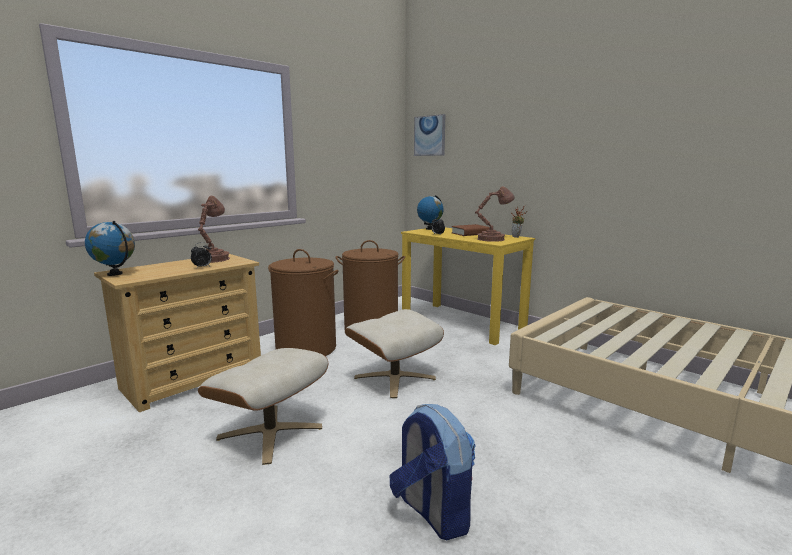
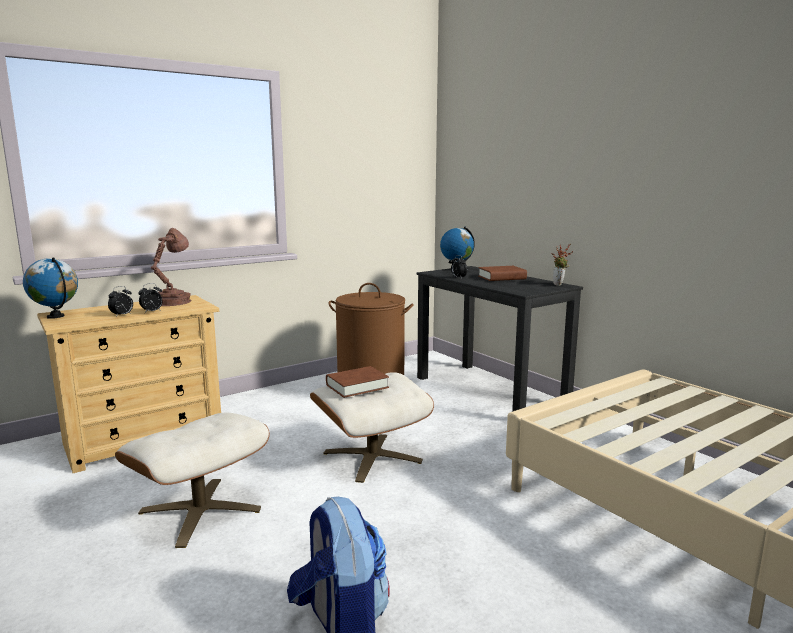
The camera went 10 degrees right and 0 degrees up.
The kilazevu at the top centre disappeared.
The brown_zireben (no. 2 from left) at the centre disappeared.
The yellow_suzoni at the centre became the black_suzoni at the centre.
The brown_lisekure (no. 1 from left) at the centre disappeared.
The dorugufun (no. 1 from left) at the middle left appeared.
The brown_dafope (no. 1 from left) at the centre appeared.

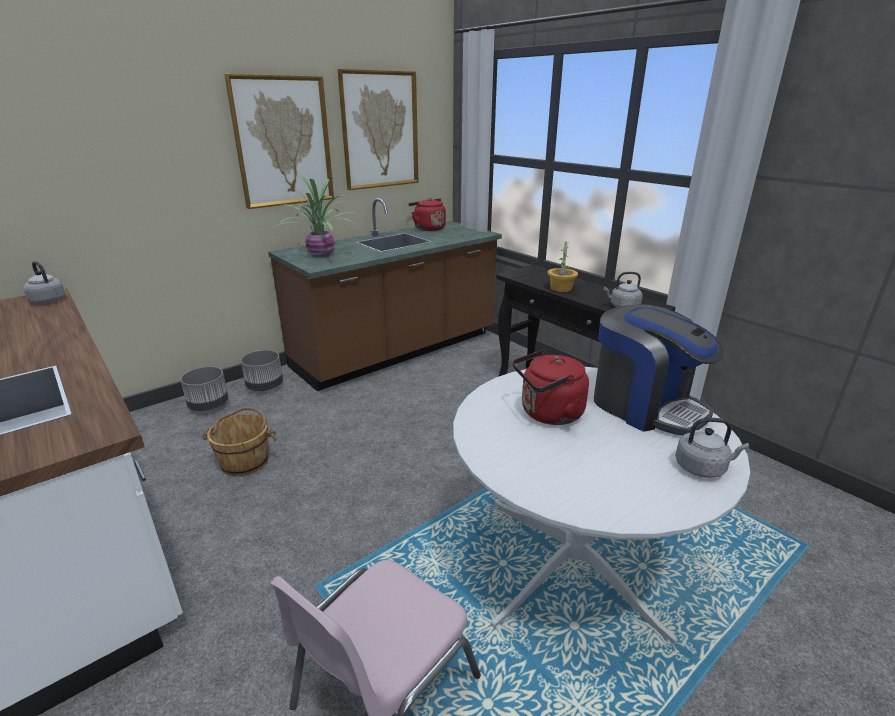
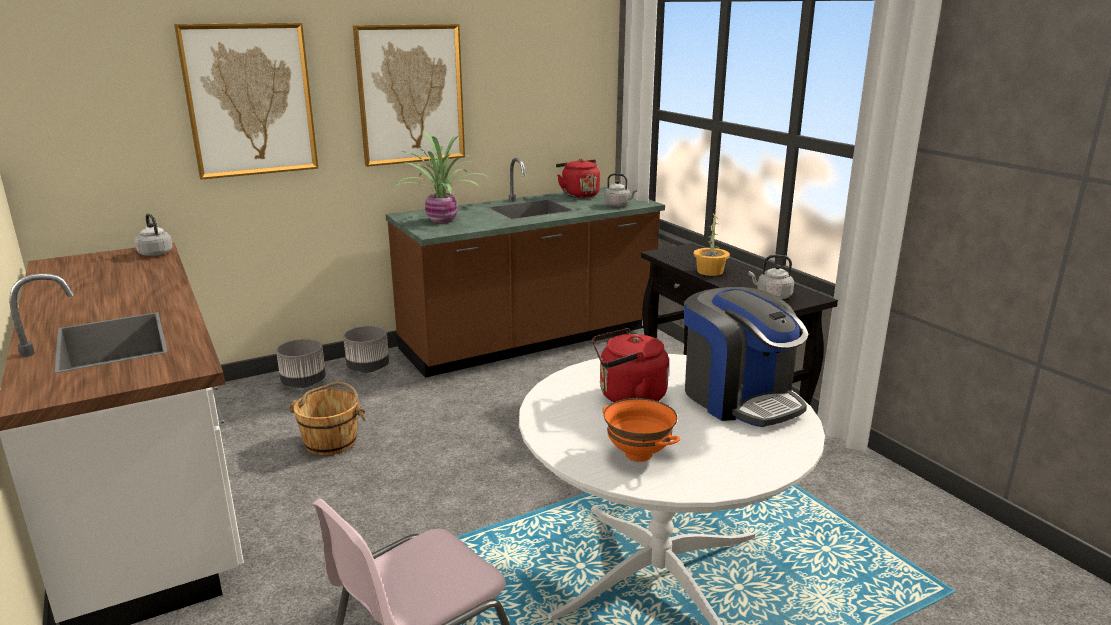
The camera went 10 degrees right and 5 degrees down.
The kilazevu (no. 2 from left in the first image) moved from the top centre to the top left.
The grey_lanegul (no. 3 from left in the first image) moved from the middle right to the top centre.
The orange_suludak at the bottom centre appeared.

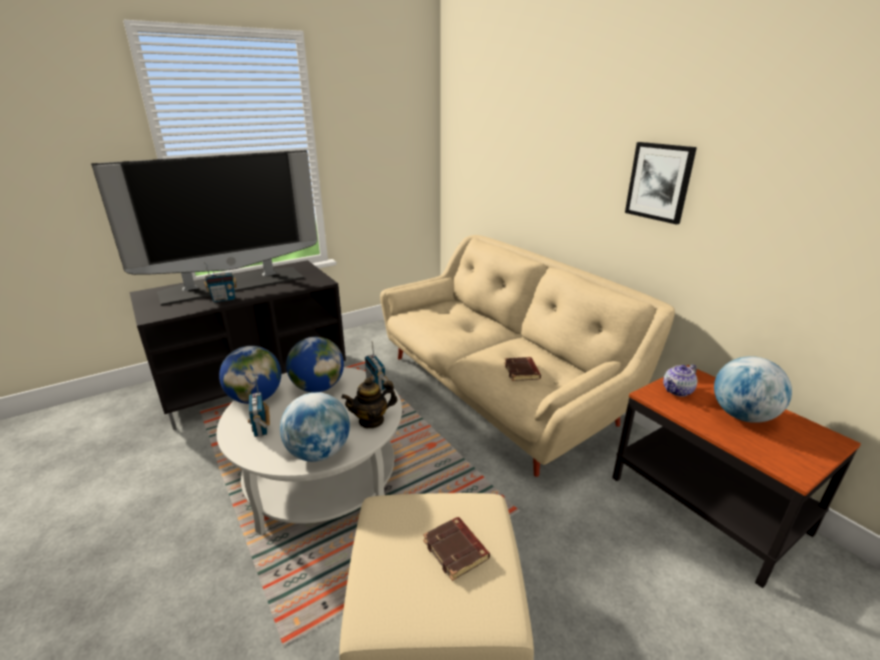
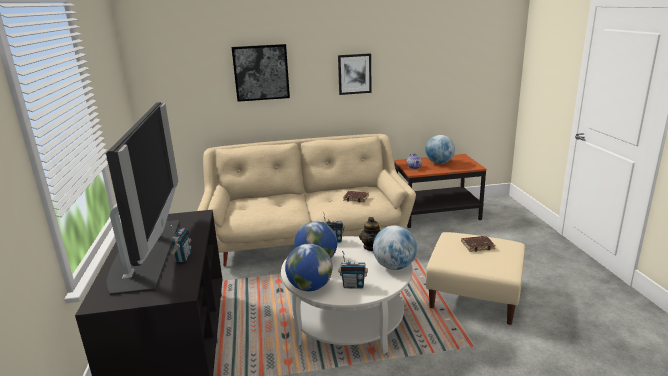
The camera went 65 degrees left and 5 degrees down.
The kilazevu (no. 1 from left) at the top centre appeared.

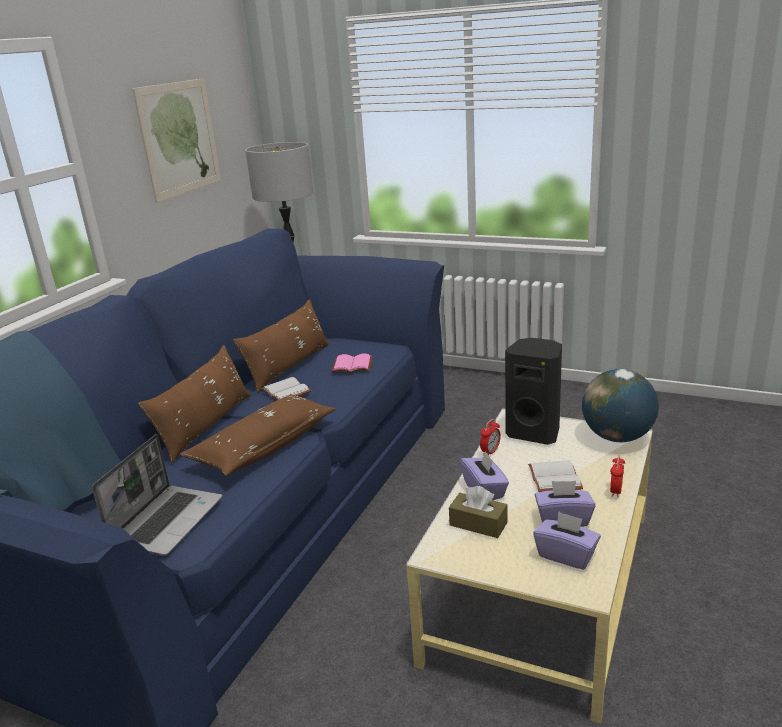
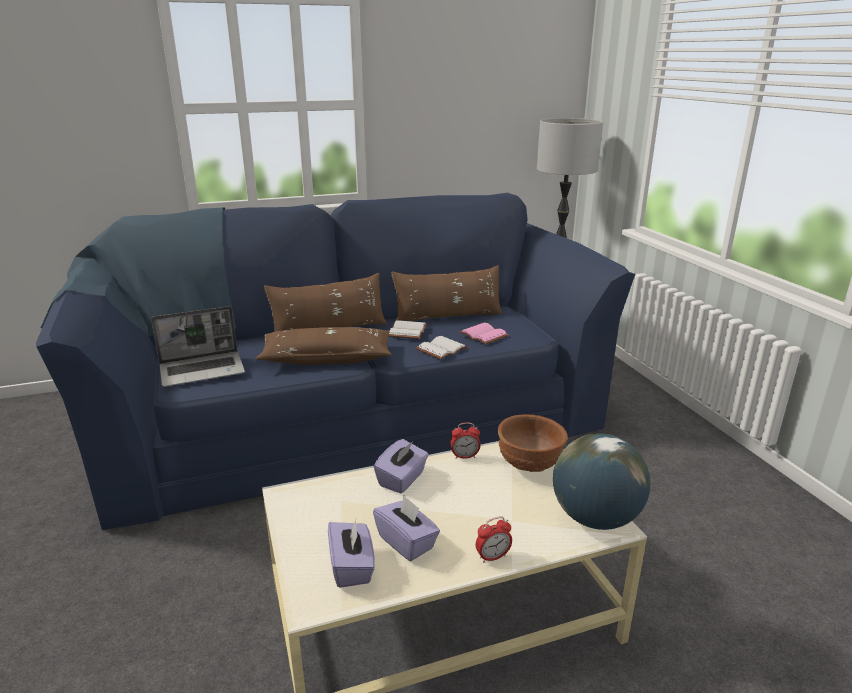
The camera went 45 degrees right and 0 degrees up.
The kilazevu at the top left disappeared.
The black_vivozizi at the middle right was replaced by the brown_suludak at the centre.
The white_dafope (no. 2 from left) moved from the middle right to the centre.
The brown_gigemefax at the bottom centre disappeared.

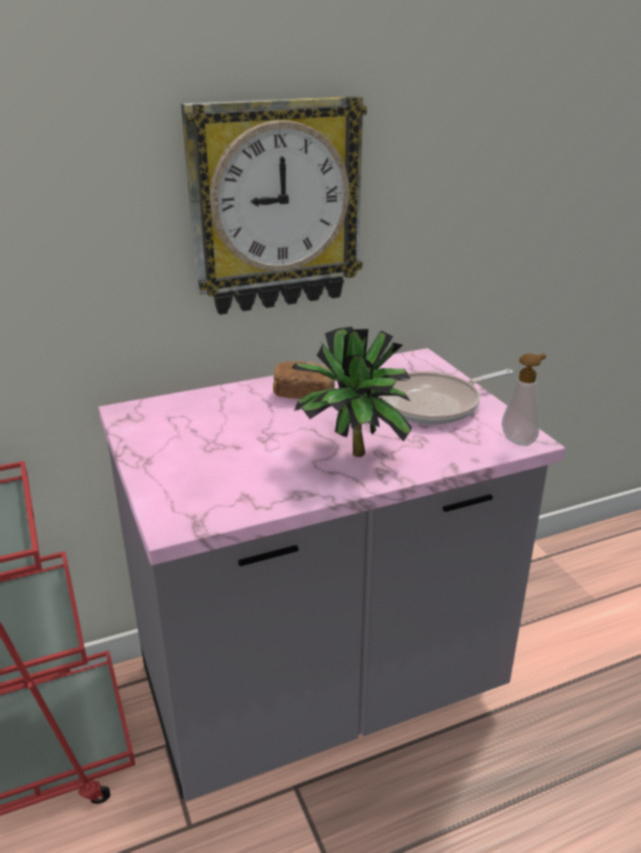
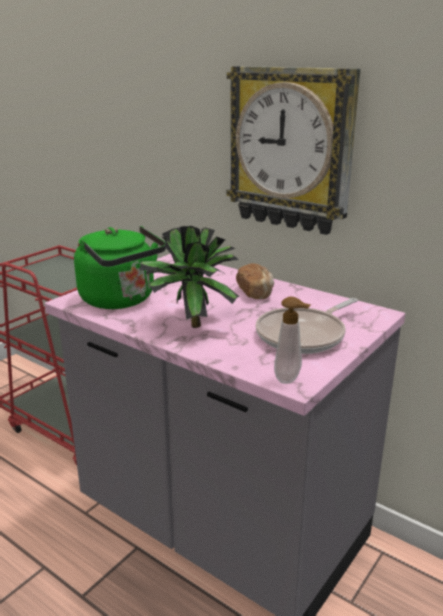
The camera went 60 degrees right and 5 degrees down.
The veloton at the middle right turned 75 degrees counterclockwise.
The green_lanegul at the middle left appeared.

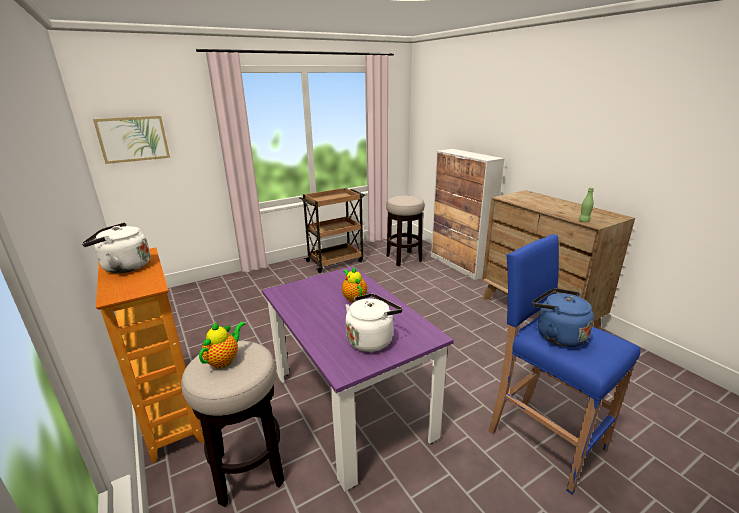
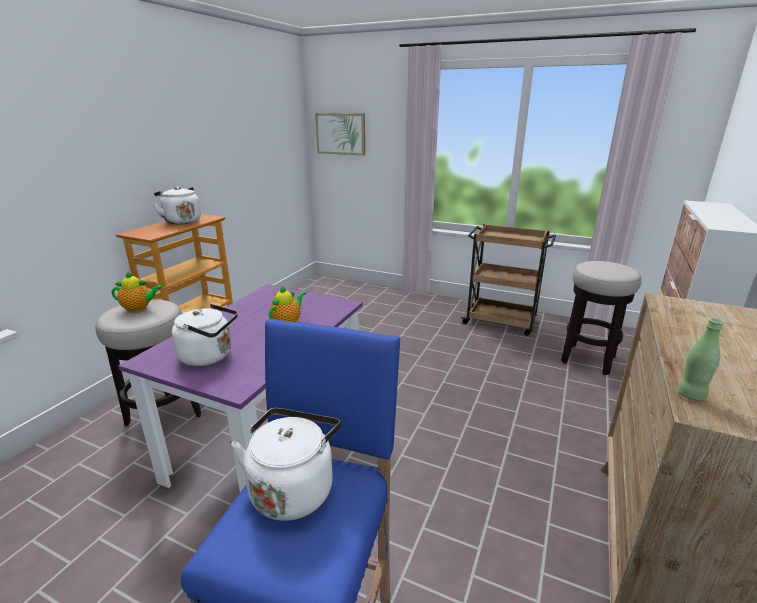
The camera went 55 degrees right and 0 degrees up.
The blue_lanegul at the middle right became the white_lanegul (no. 3 from left) at the bottom centre.

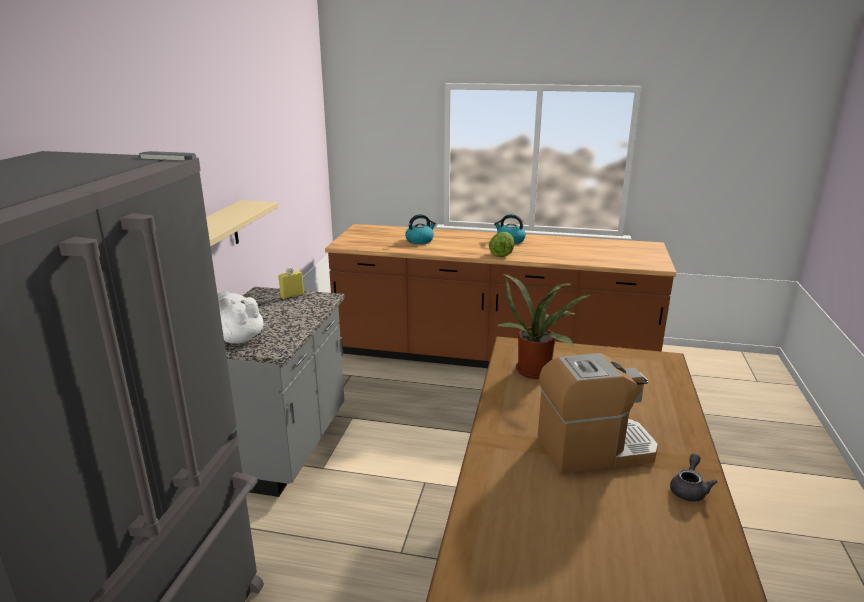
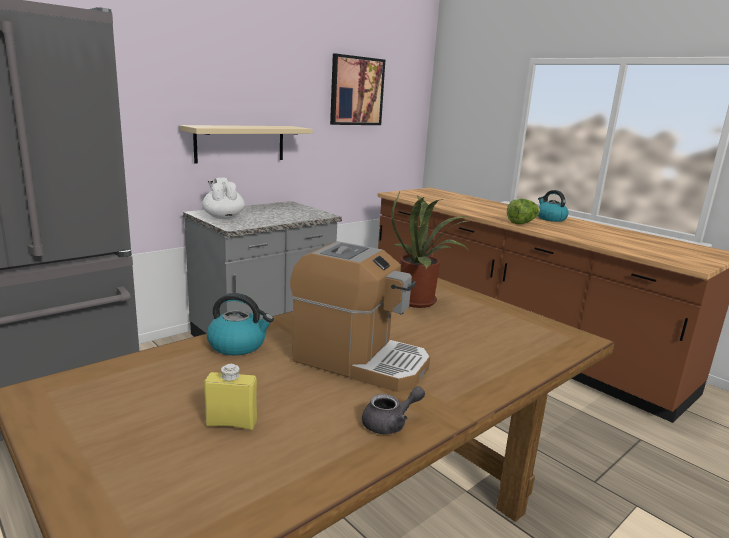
The camera went 35 degrees right and 5 degrees down.
The lanegul (no. 1 from left) moved from the centre to the middle left.
The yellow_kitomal moved from the centre to the bottom left.
The kilazevu at the top centre appeared.

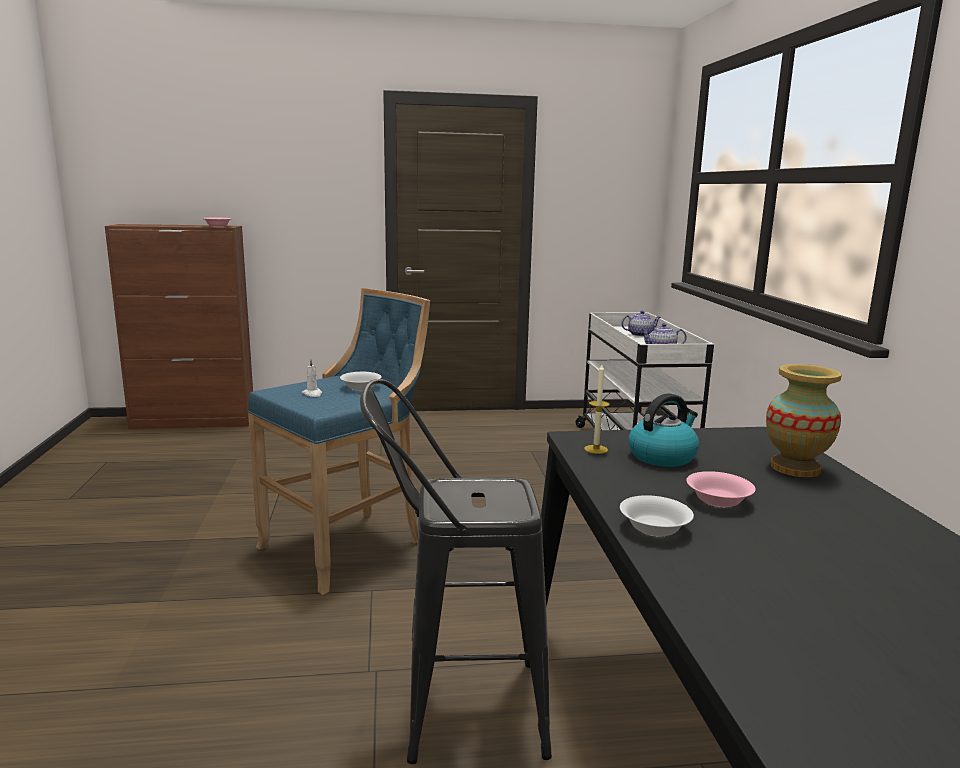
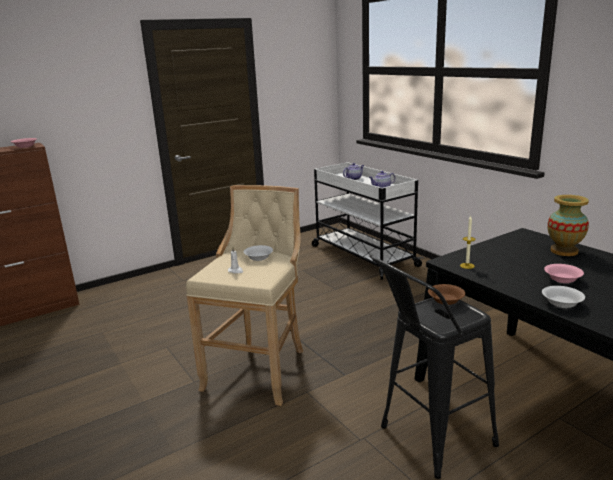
The camera went 25 degrees left and 5 degrees up.
The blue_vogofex at the centre became the beige_vogofex at the centre.
The lanegul at the middle right disappeared.
The brown_suludak at the middle right appeared.

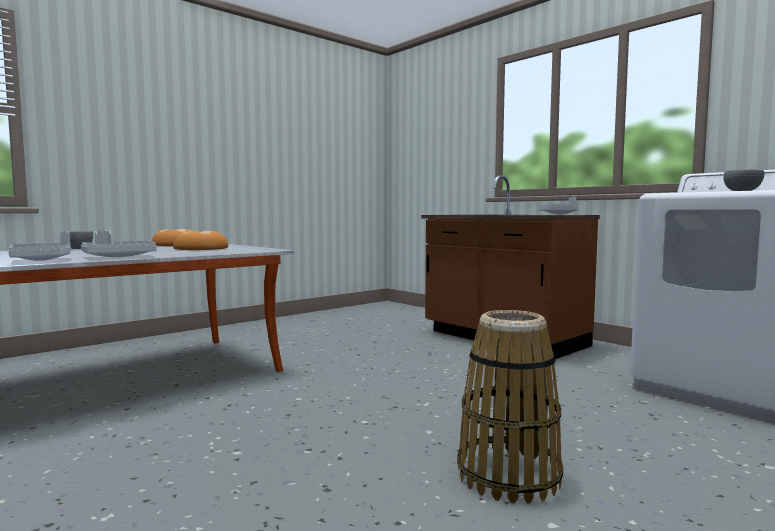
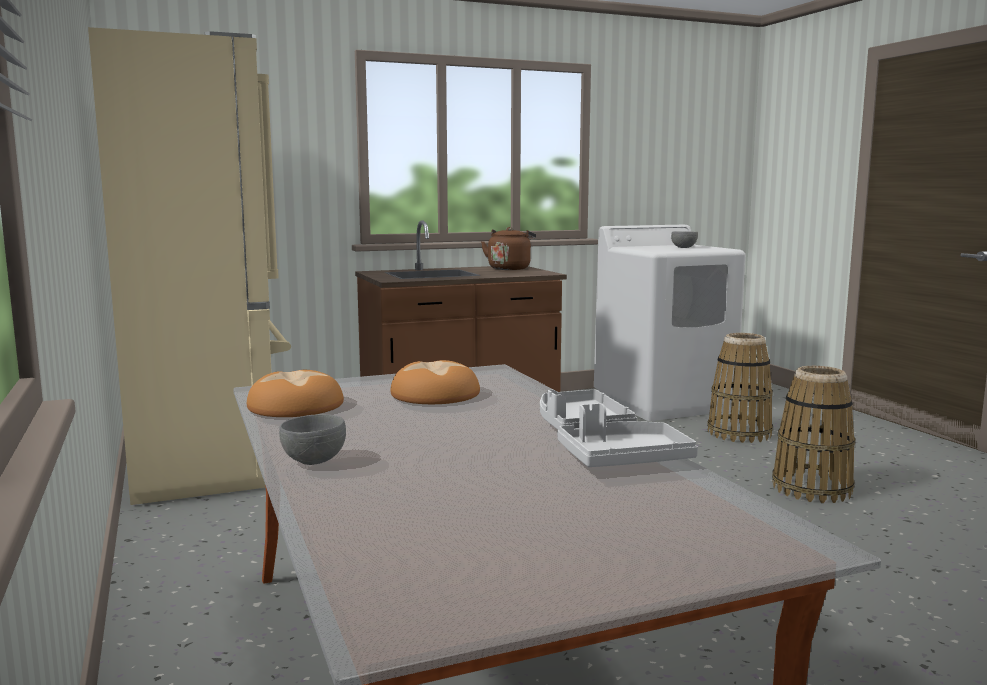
The camera went 70 degrees left and 5 degrees up.
The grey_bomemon (no. 3 from left) at the middle right was replaced by the brown_lanegul at the centre.
The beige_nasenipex at the middle left appeared.
The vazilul (no. 1 from left) at the middle right appeared.

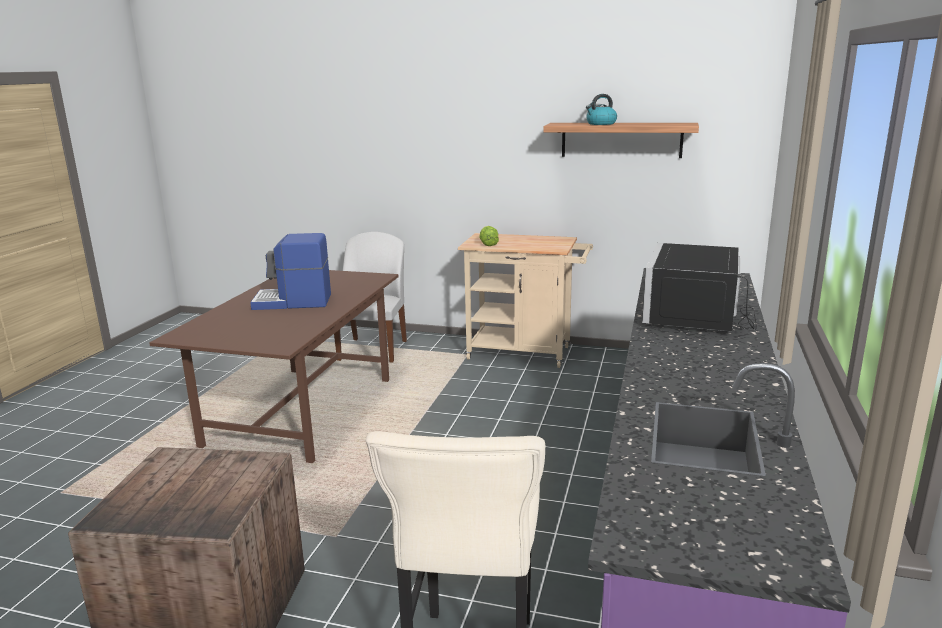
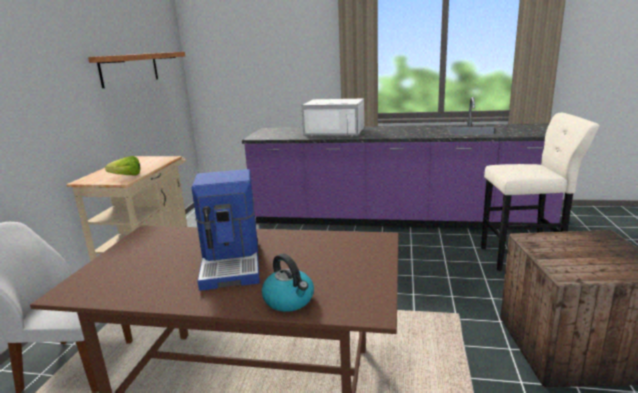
The camera went 95 degrees left and 0 degrees up.
The lanegul moved from the top centre to the bottom centre.
The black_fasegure at the middle right became the white_fasegure at the top centre.

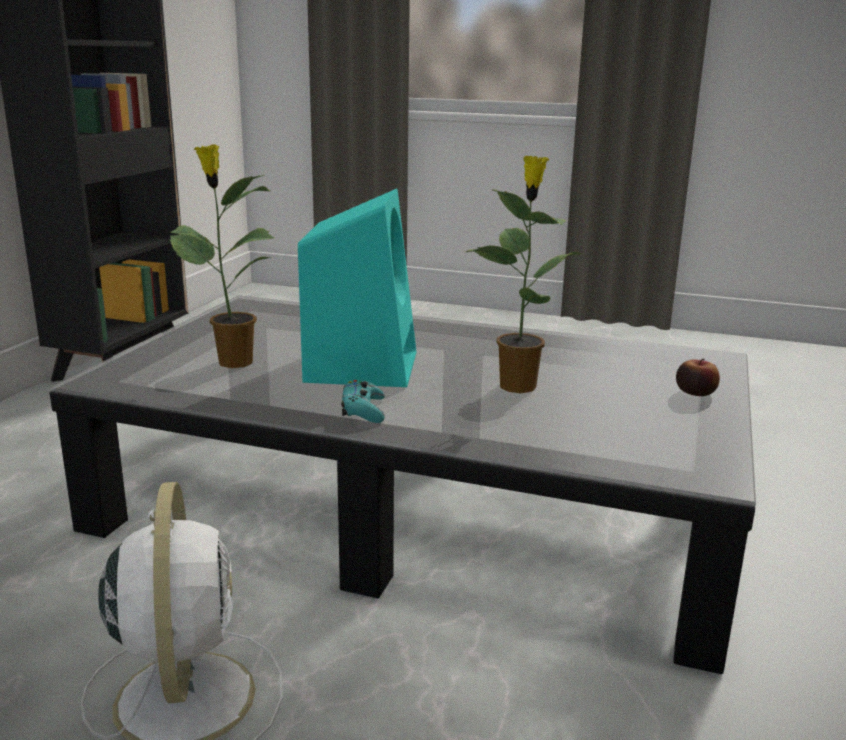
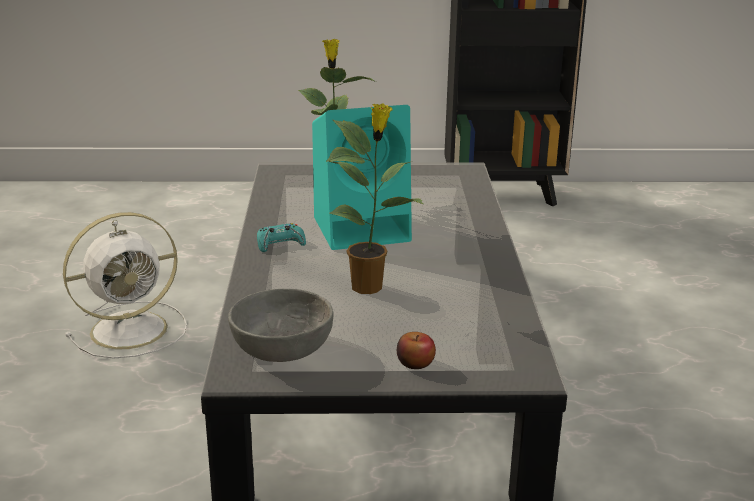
The camera went 70 degrees right and 5 degrees up.
The grey_suludak at the centre appeared.

